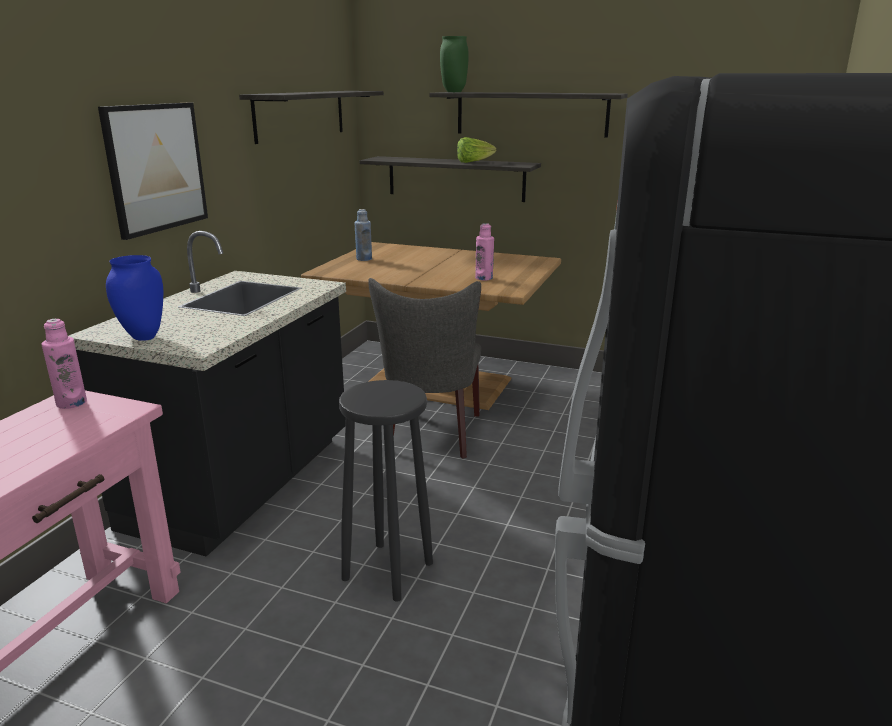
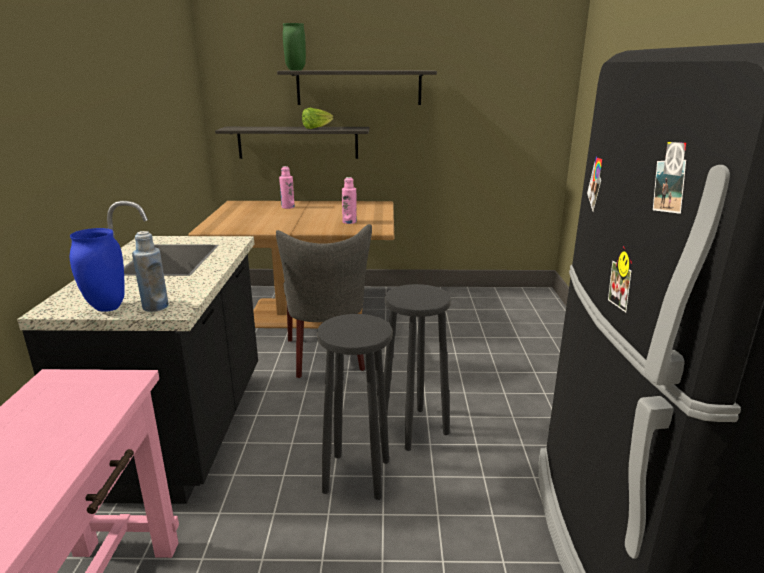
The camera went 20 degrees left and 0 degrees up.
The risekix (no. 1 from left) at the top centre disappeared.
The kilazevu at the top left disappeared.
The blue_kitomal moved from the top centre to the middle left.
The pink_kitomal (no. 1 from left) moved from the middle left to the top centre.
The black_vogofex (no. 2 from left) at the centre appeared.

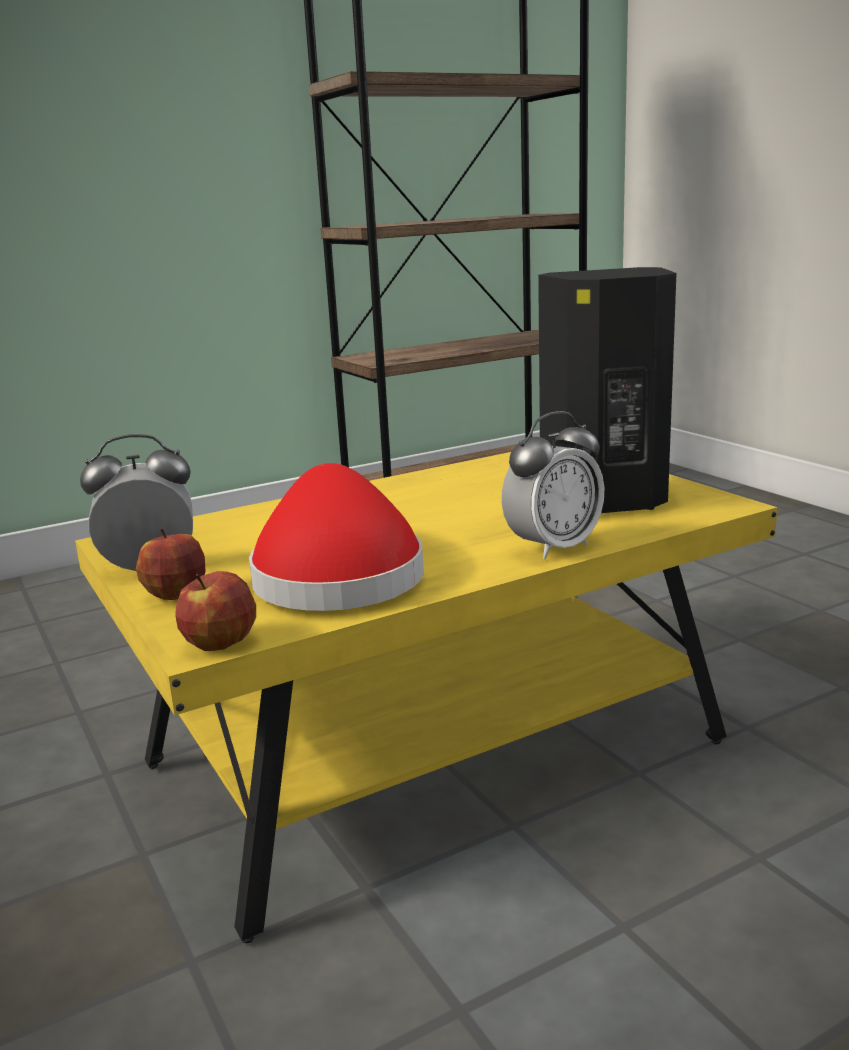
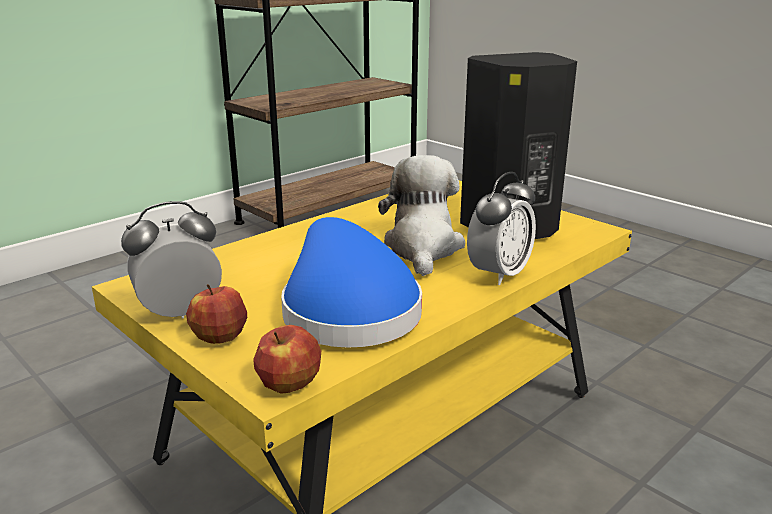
The camera went 15 degrees left and 5 degrees up.
The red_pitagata at the centre became the blue_pitagata at the centre.
The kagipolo at the centre appeared.

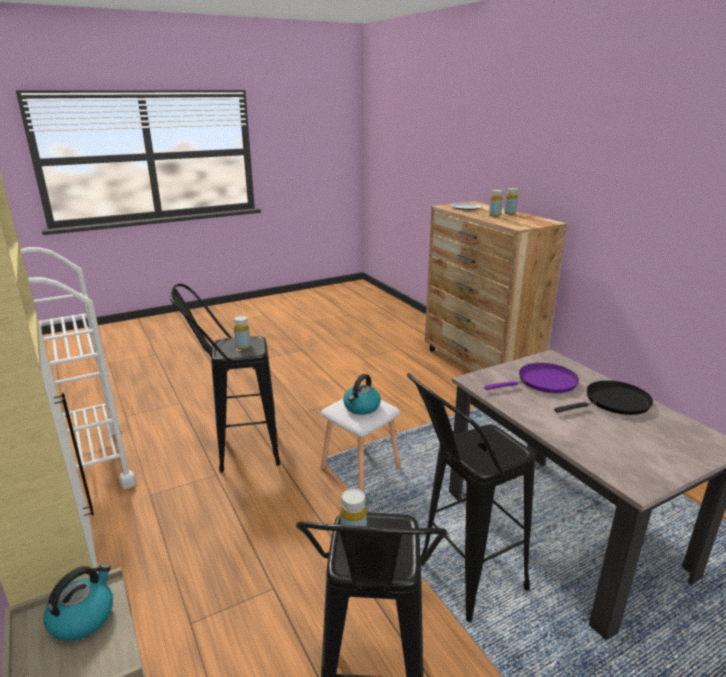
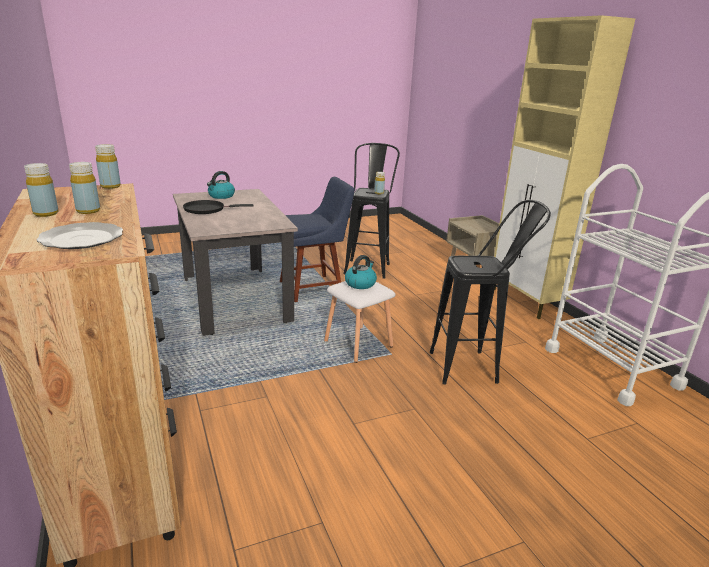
The camera went 175 degrees left and 0 degrees up.
The yellow_kitomal (no. 1 from left in the first image) moved from the centre to the top left.
The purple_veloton at the middle right disappeared.
The black_vogofex (no. 3 from left) at the bottom centre was replaced by the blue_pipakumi at the centre.
The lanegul (no. 1 from left) moved from the bottom left to the top left.

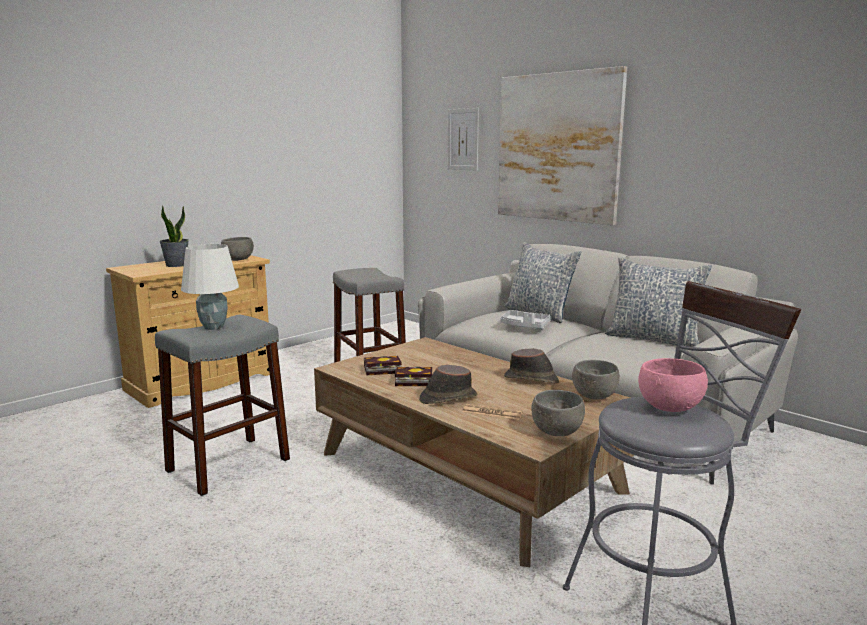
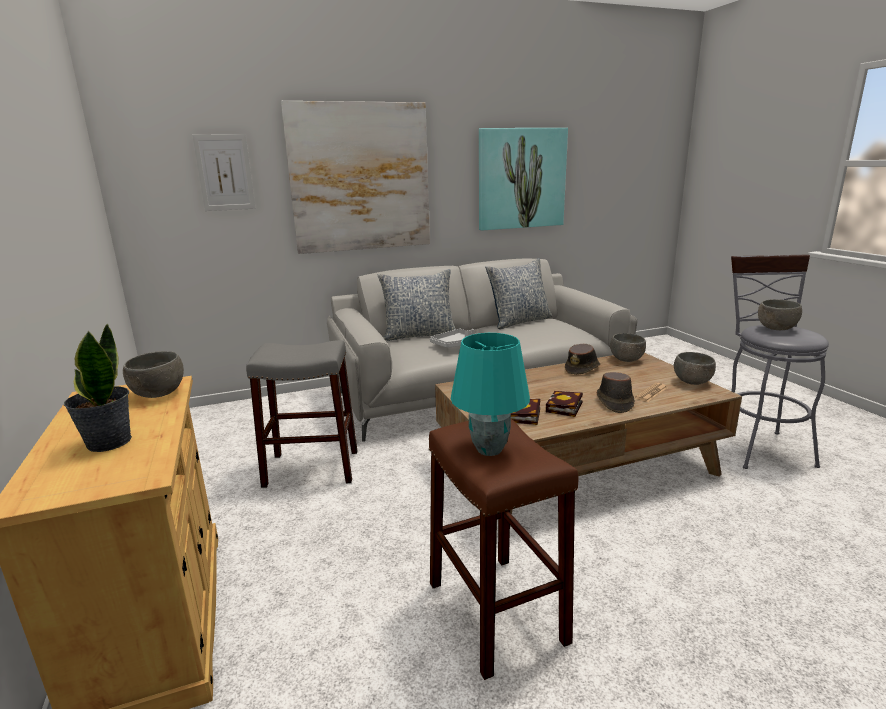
The camera went 65 degrees left and 5 degrees up.
The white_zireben at the middle left became the turquoise_zireben at the centre.
The grey_vogofex (no. 1 from left) at the middle left became the brown_vogofex at the bottom centre.
The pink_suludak at the middle right became the grey_suludak (no. 4 from left) at the middle right.
The kilazevu (no. 3 from left) at the top centre appeared.

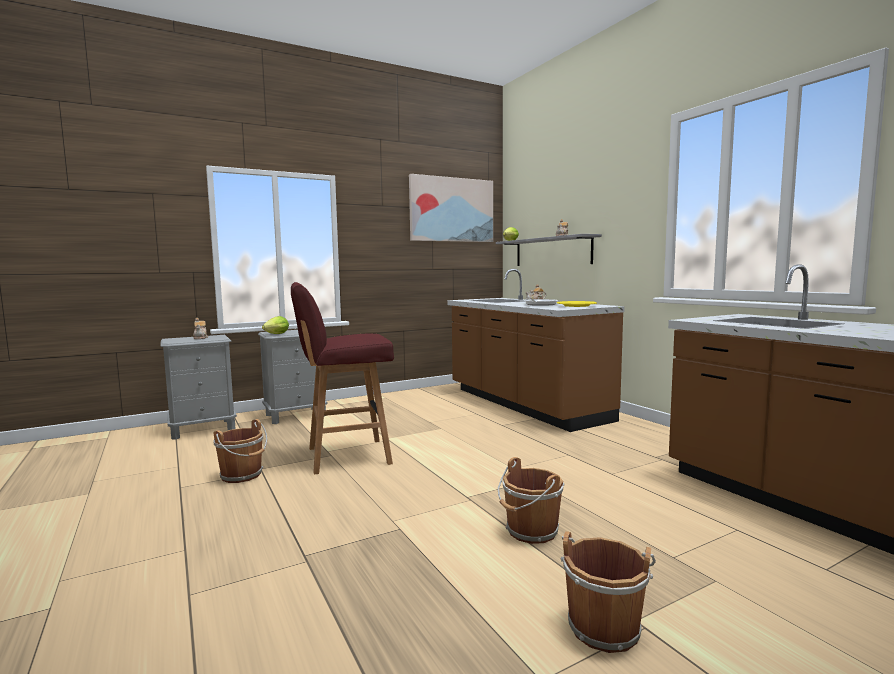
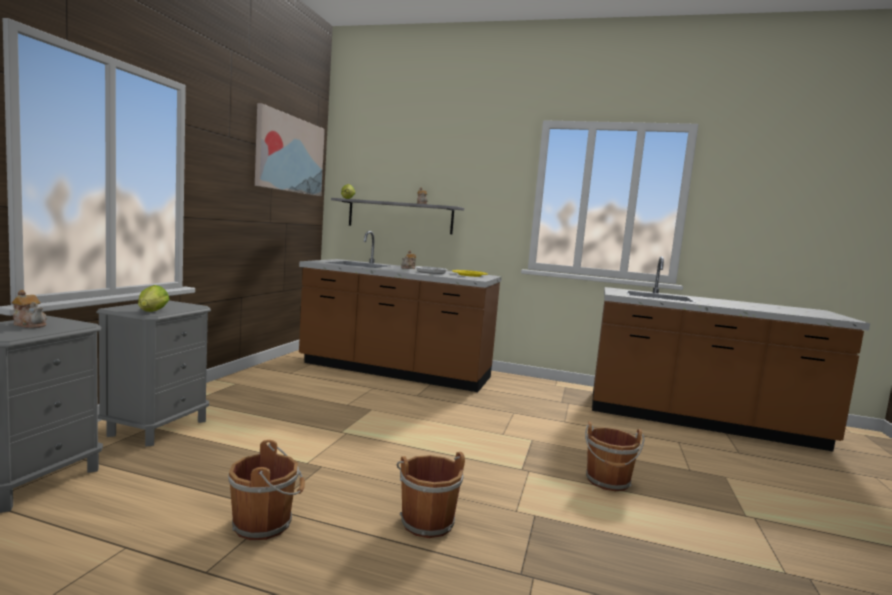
The camera went 45 degrees left and 0 degrees up.
The red_vogofex at the centre disappeared.
The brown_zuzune (no. 3 from left in the first image) moved from the bottom right to the bottom centre.

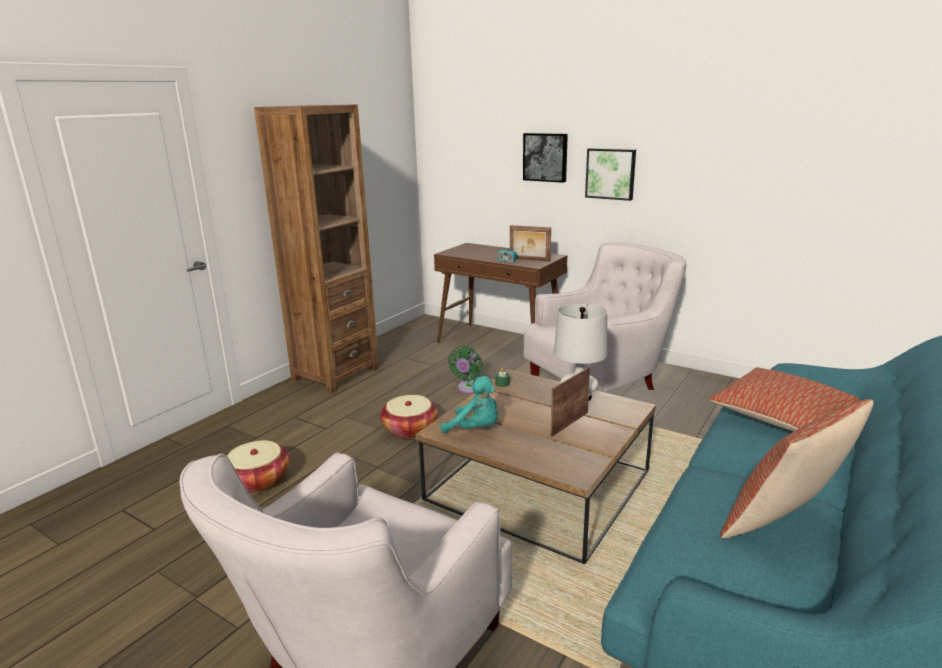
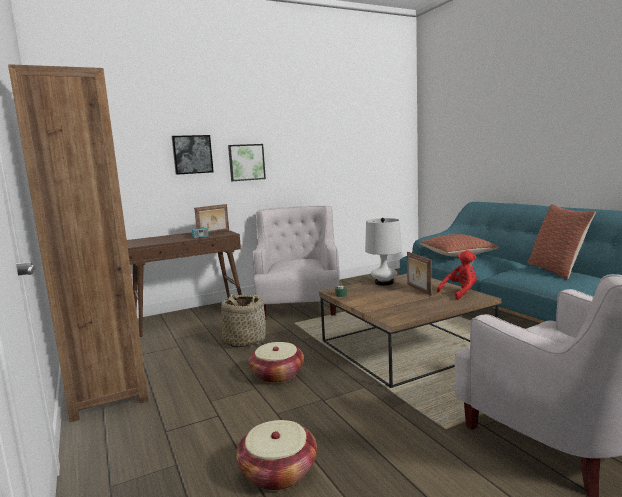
The camera went 60 degrees left and 10 degrees down.
The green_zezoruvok at the centre was replaced by the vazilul (no. 1 from left) at the centre.
The turquoise_kagipolo at the centre disappeared.
The red_kagipolo at the middle right appeared.

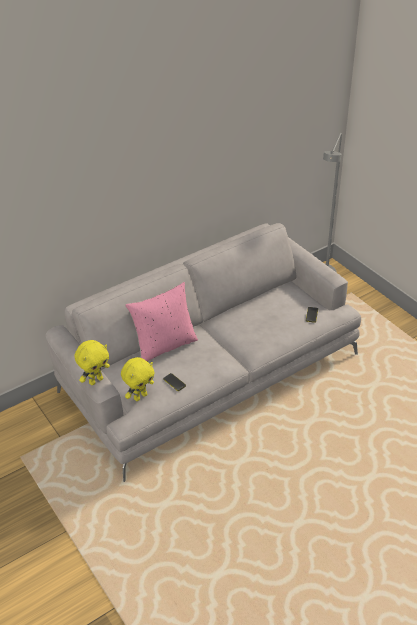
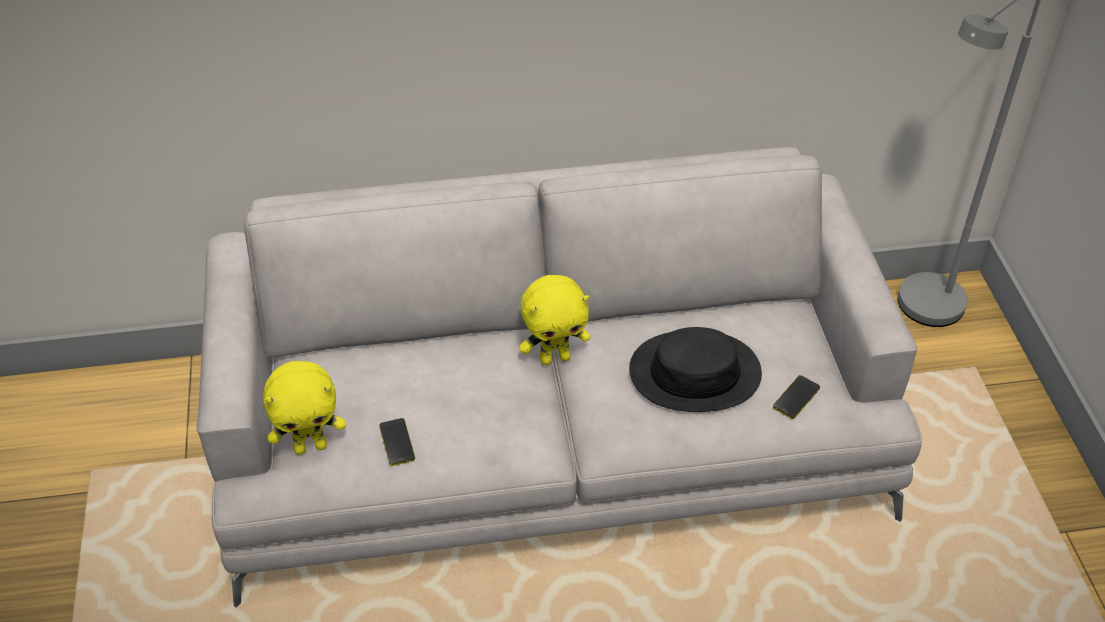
The camera went 25 degrees right and 5 degrees up.
The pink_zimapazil at the centre disappeared.
The yellow_kagipolo (no. 1 from left in the first image) moved from the middle left to the centre.
The black_pitagata at the centre appeared.

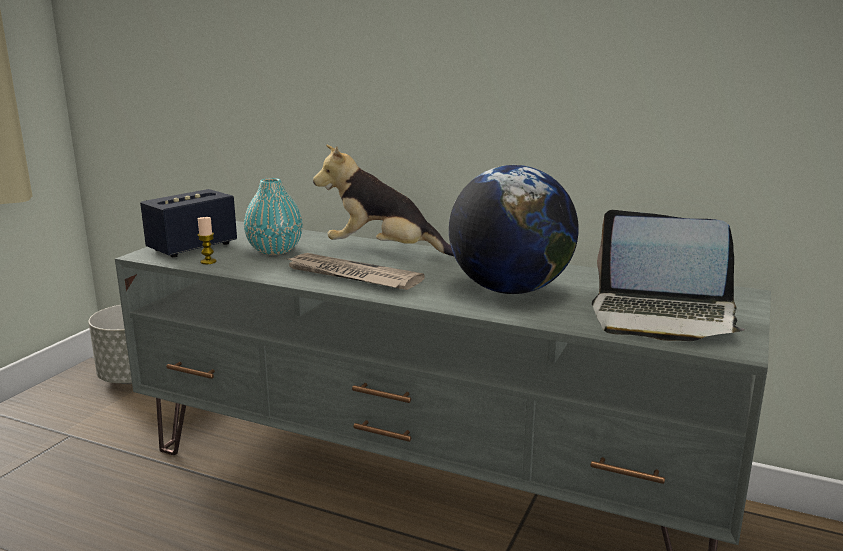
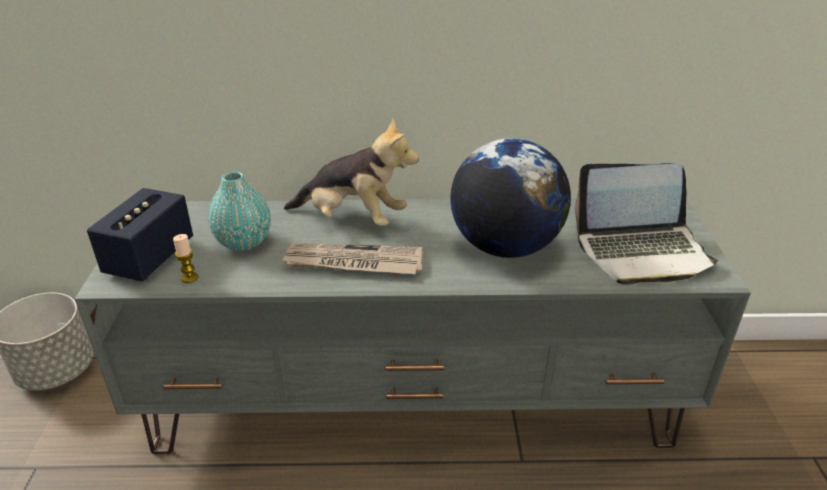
The camera went 25 degrees left and 15 degrees up.
The kagipolo at the centre turned 150 degrees counterclockwise.

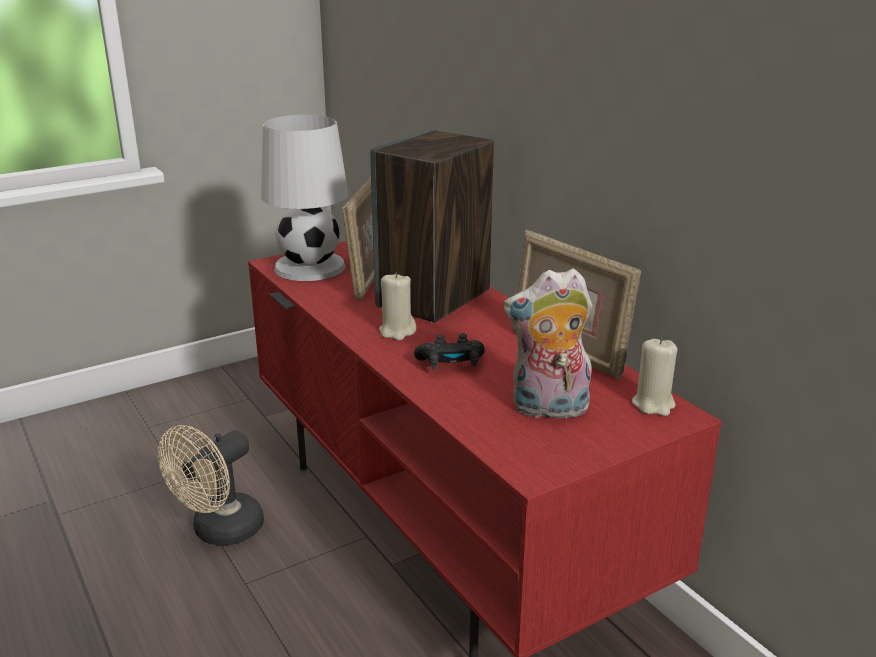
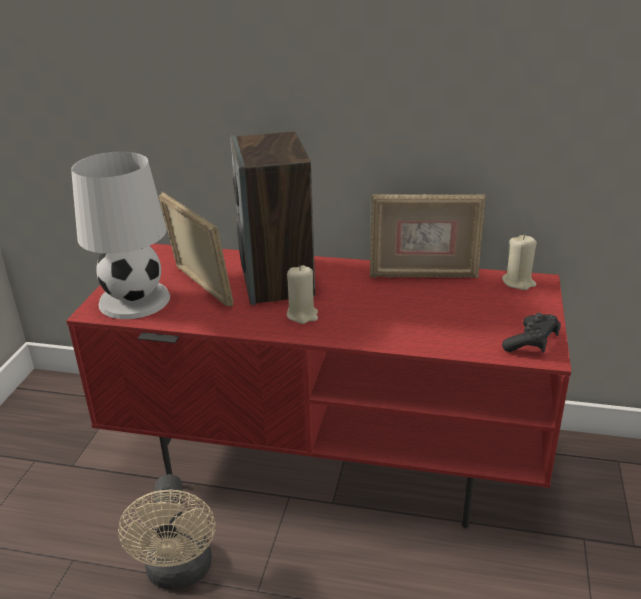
The camera went 45 degrees left and 5 degrees up.
The kagipolo at the centre disappeared.
The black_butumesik moved from the centre to the middle right.

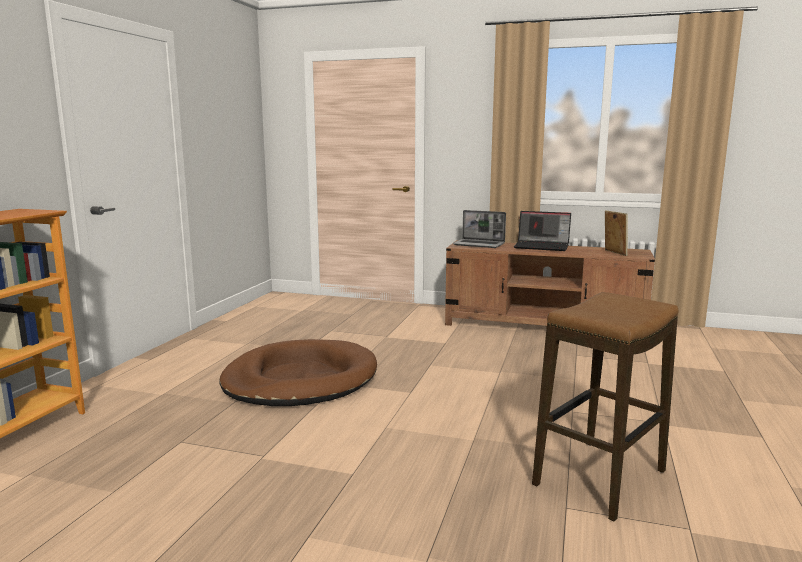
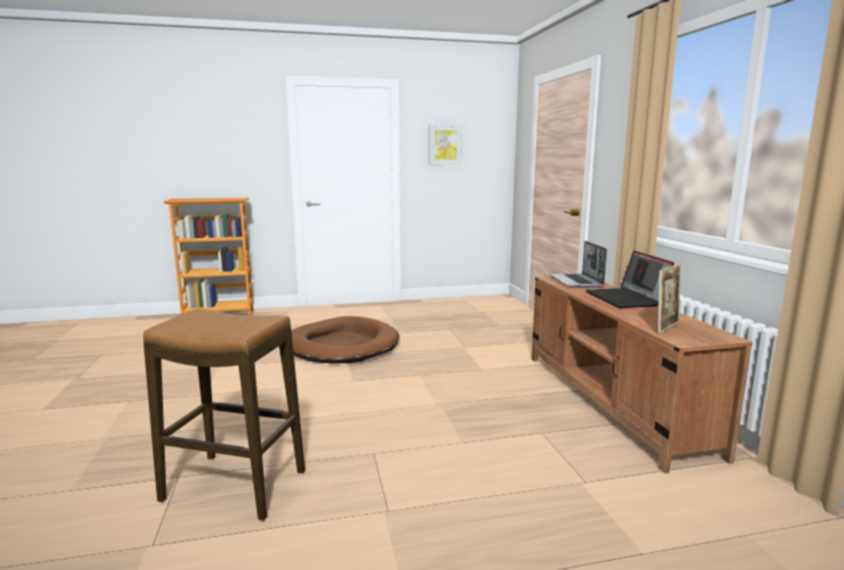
The camera went 60 degrees right and 0 degrees up.
The kilazevu at the top centre appeared.

